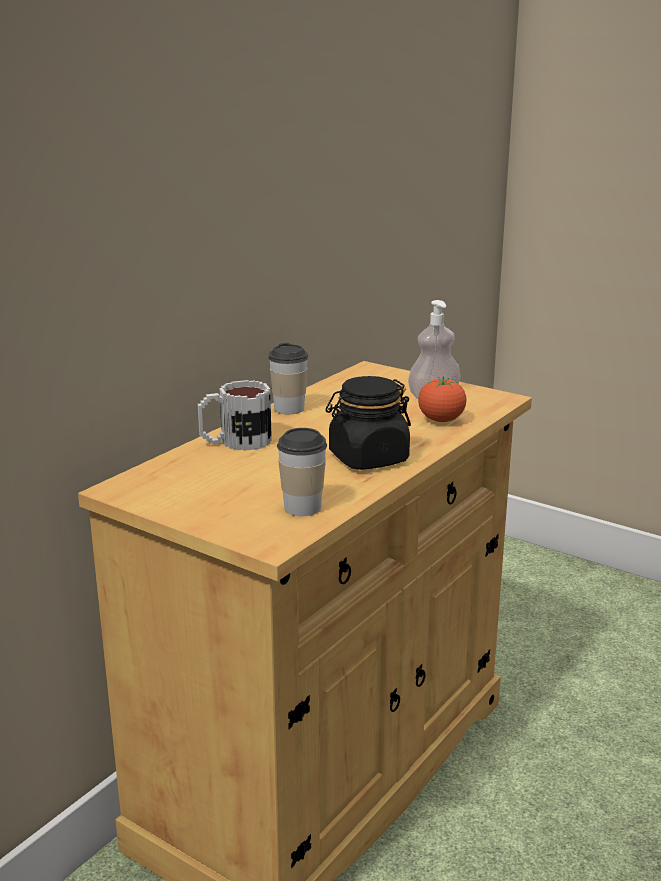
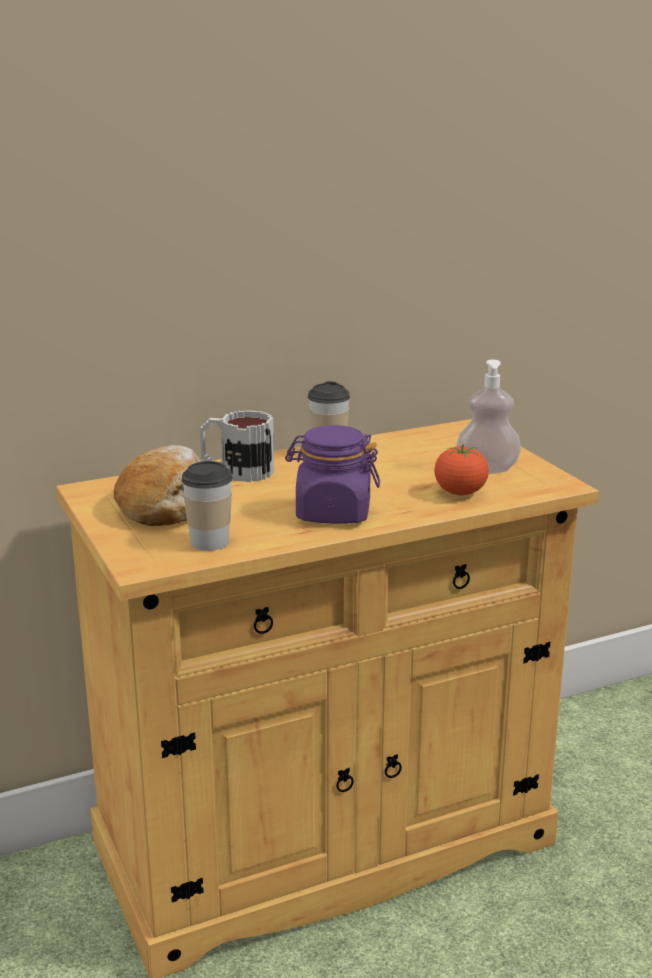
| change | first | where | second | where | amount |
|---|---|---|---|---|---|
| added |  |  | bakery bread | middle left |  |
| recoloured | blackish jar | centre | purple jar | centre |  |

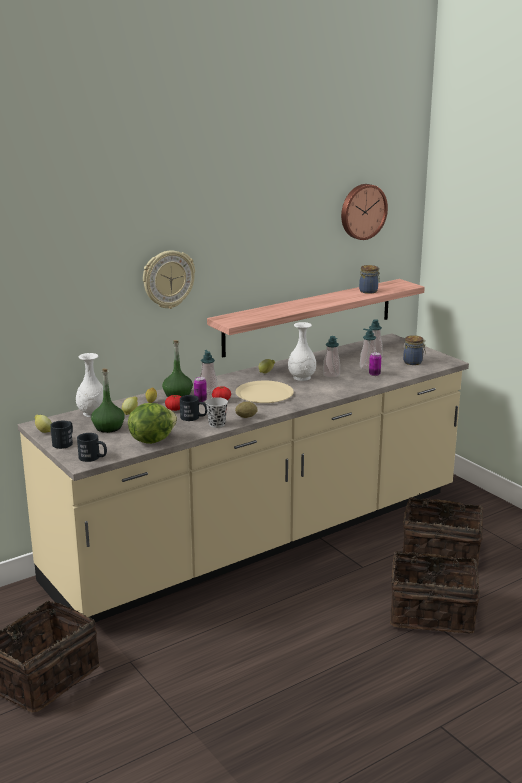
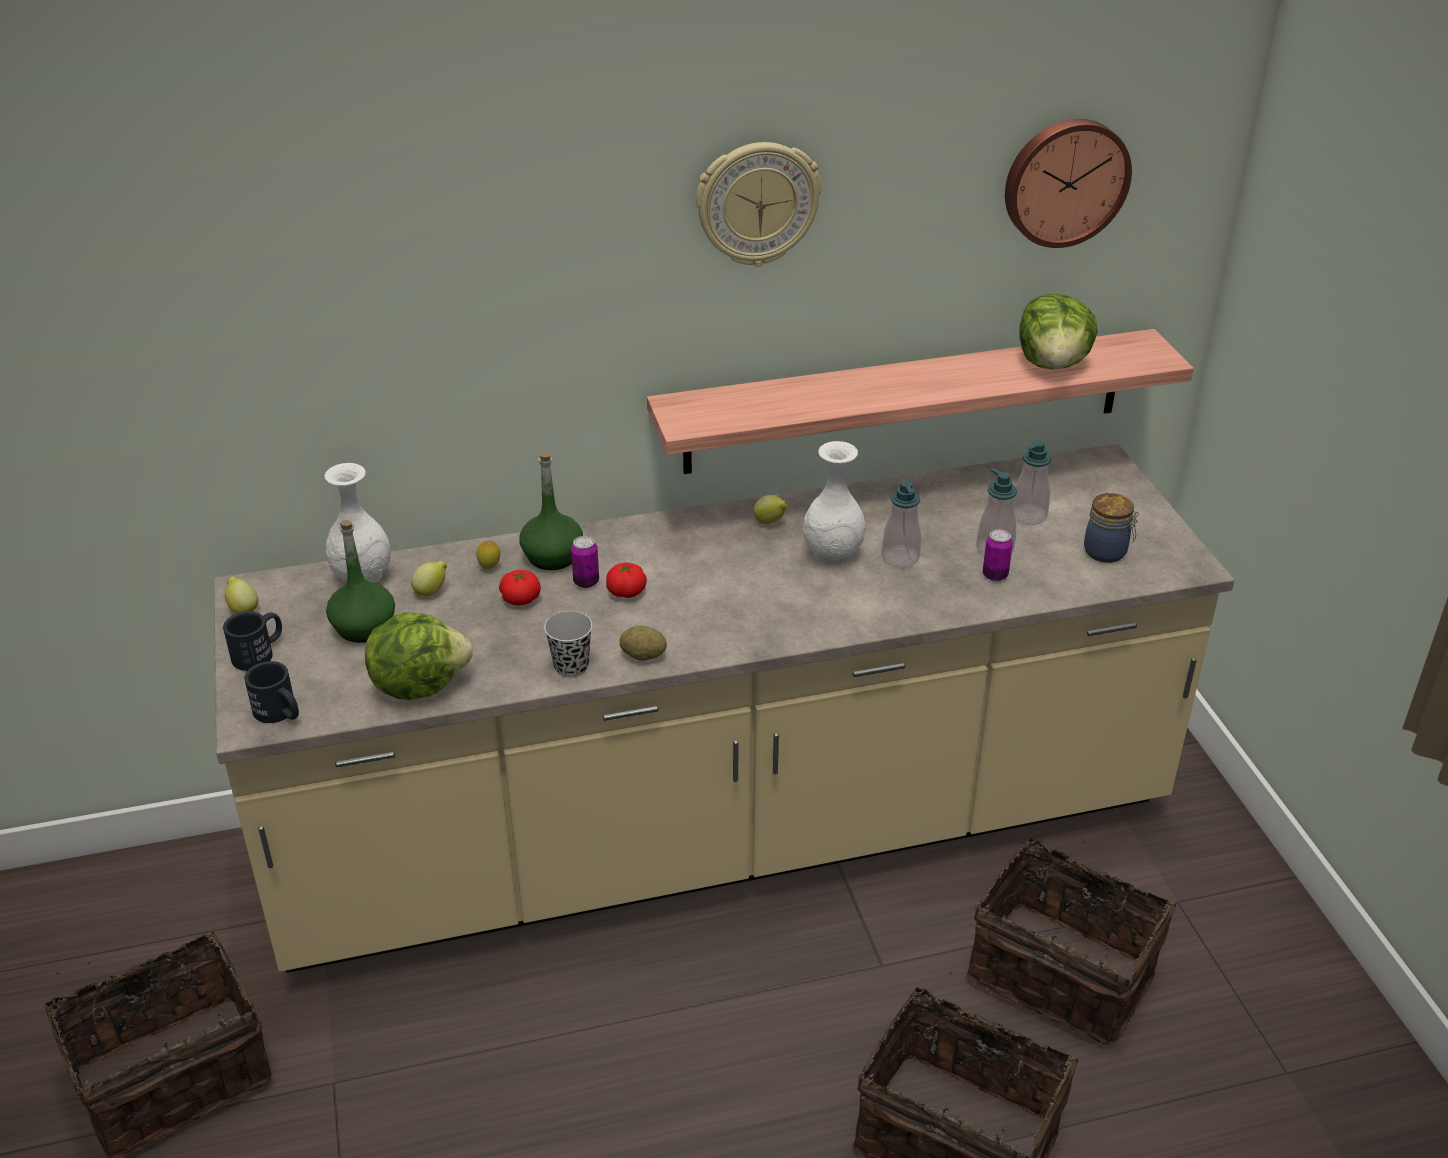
| change | first | where | second | where | amount |
|---|---|---|---|---|---|
| moved | clock on the wall (1st from left) | middle left |  | top centre |  |
| replaced | jar (1st from left) | middle right | head of lettuce (2nd from left) | top right |  |
| removed | blackish coffee mug (3rd from left) | centre |  |  |  |
| removed | liquid soap bottle (1st from left) | centre |  |  |  |
| removed | sand-coloured flat dish | centre |  |  |  |

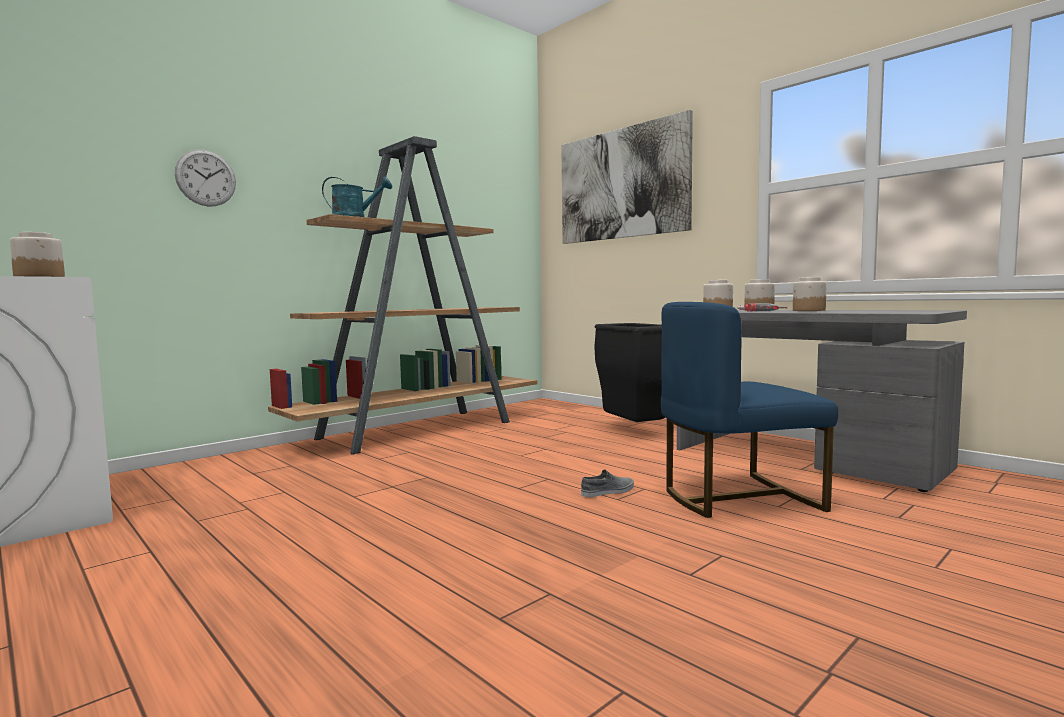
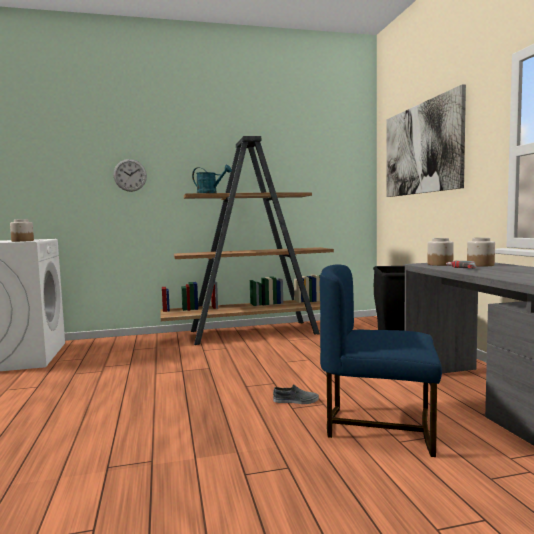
| change | first | where | second | where | amount |
|---|---|---|---|---|---|
| removed | jar (4th from left) | middle right |  |  |  |

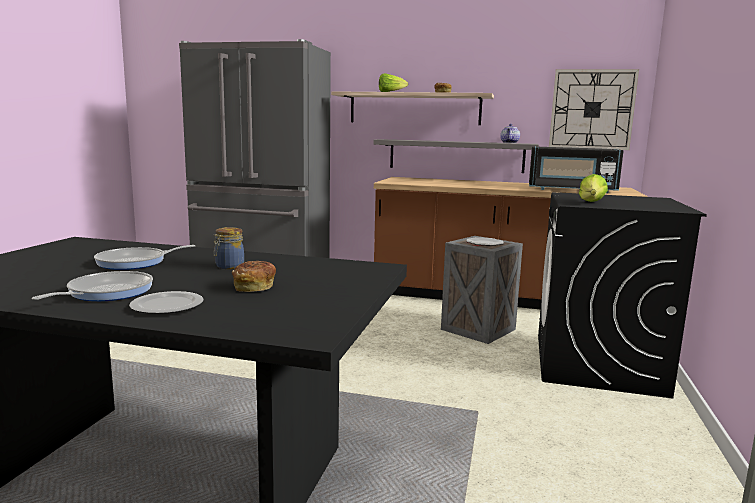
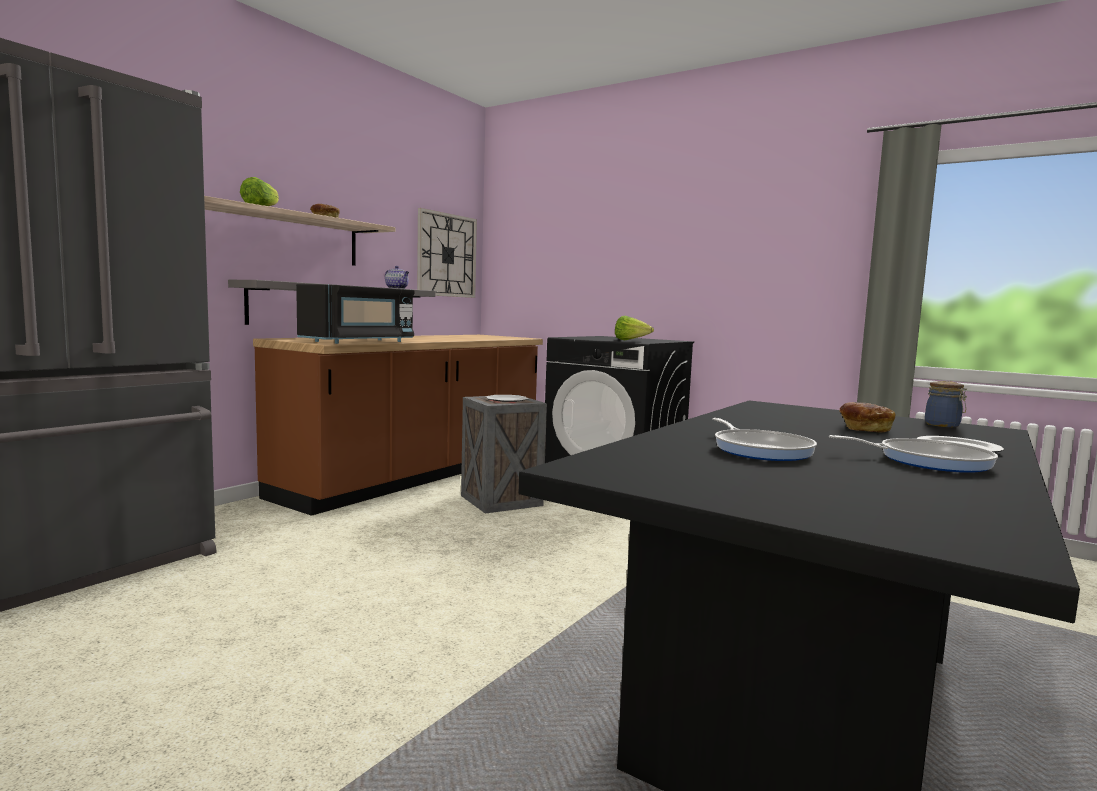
| change | first | where | second | where | amount |
|---|---|---|---|---|---|
| moved | blackish microwave | middle right |  | middle left |  |
| turned | frying pan (1st from left in the first image) | middle left | frying pan (2nd from left) | middle right | 150 degrees clockwise |
| moved | jar | middle left |  | middle right |  |

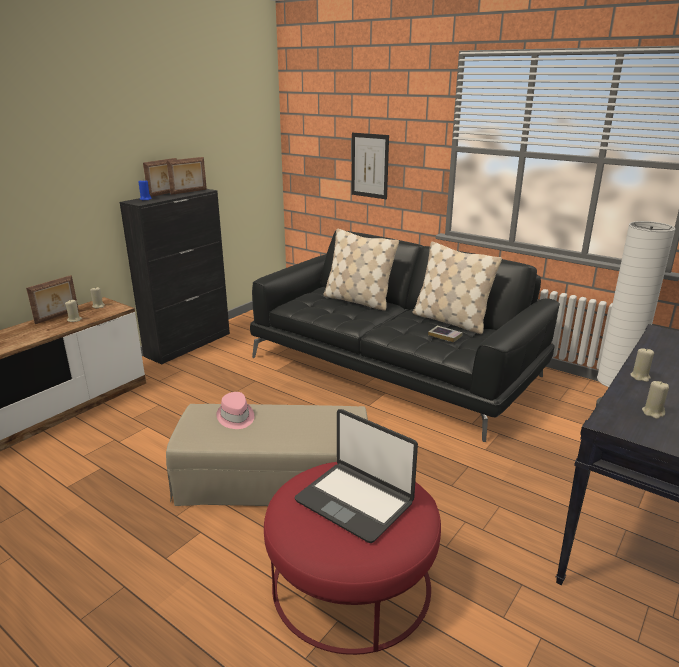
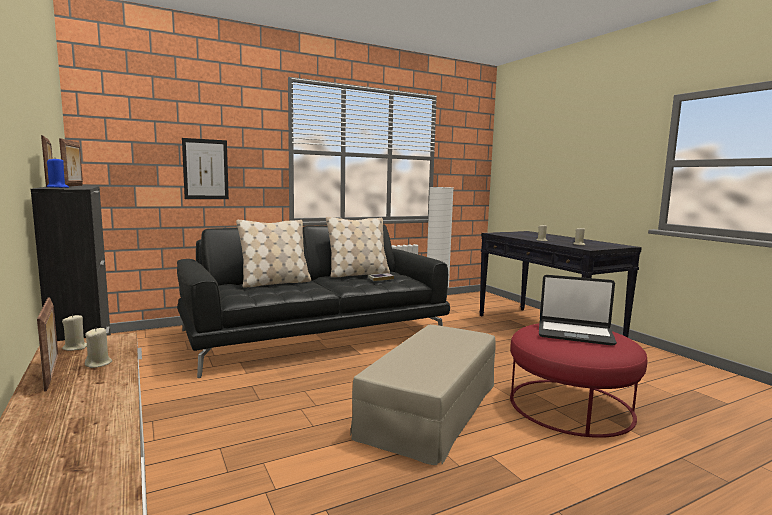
| change | first | where | second | where | amount |
|---|---|---|---|---|---|
| turned | laptop | bottom centre |  | middle right | 45 degrees clockwise |
| removed | pink-coloured hat | centre |  |  |  |

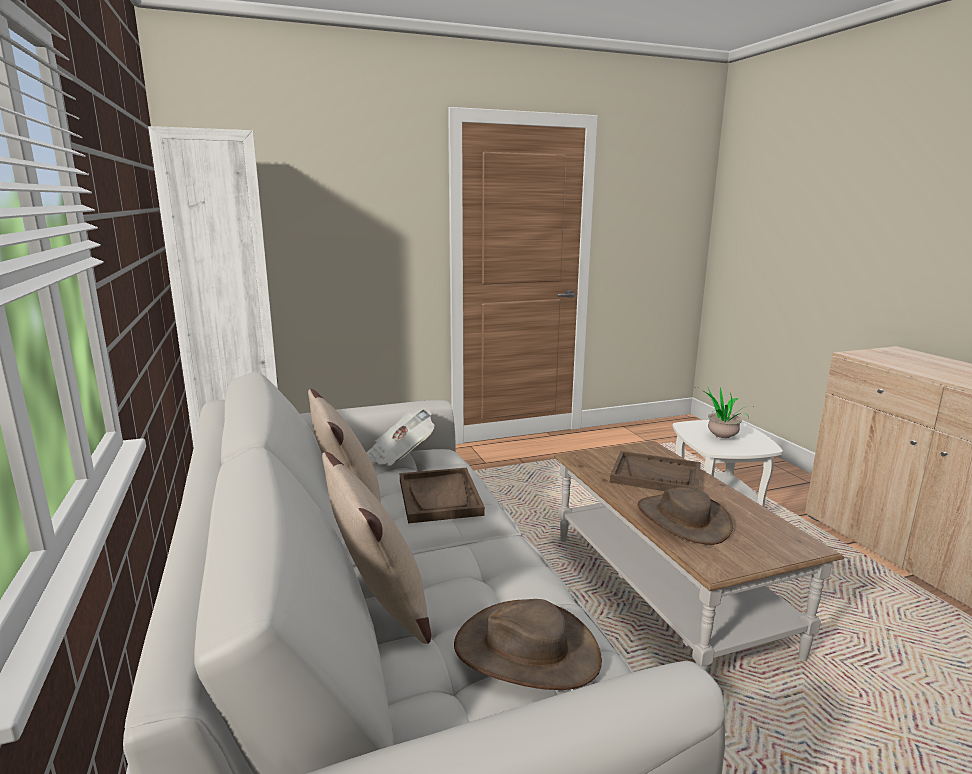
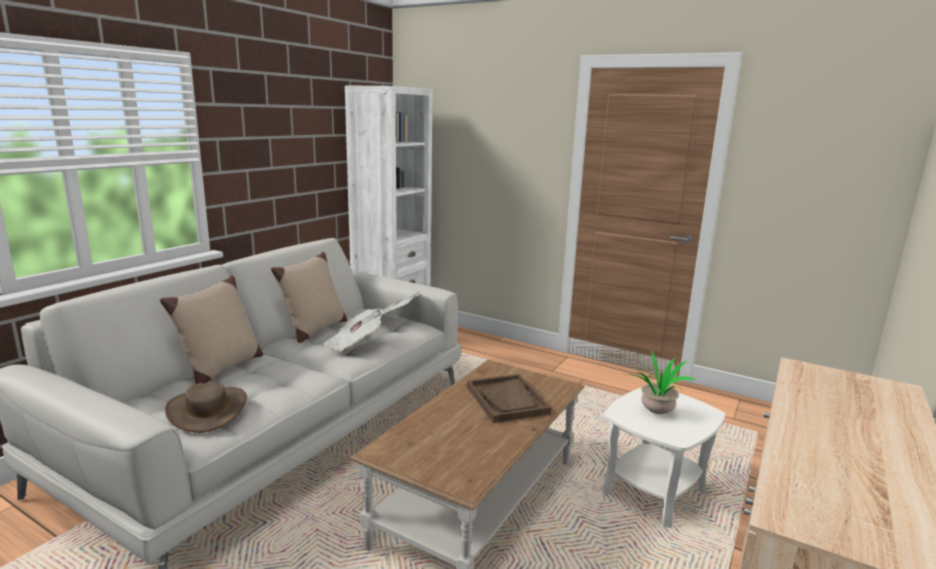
| change | first | where | second | where | amount |
|---|---|---|---|---|---|
| replaced | brown serving tray (1st from left) | centre | newspaper (1st from left) | centre |  |
| removed | brown hat (2nd from left) | bottom right |  |  |  |

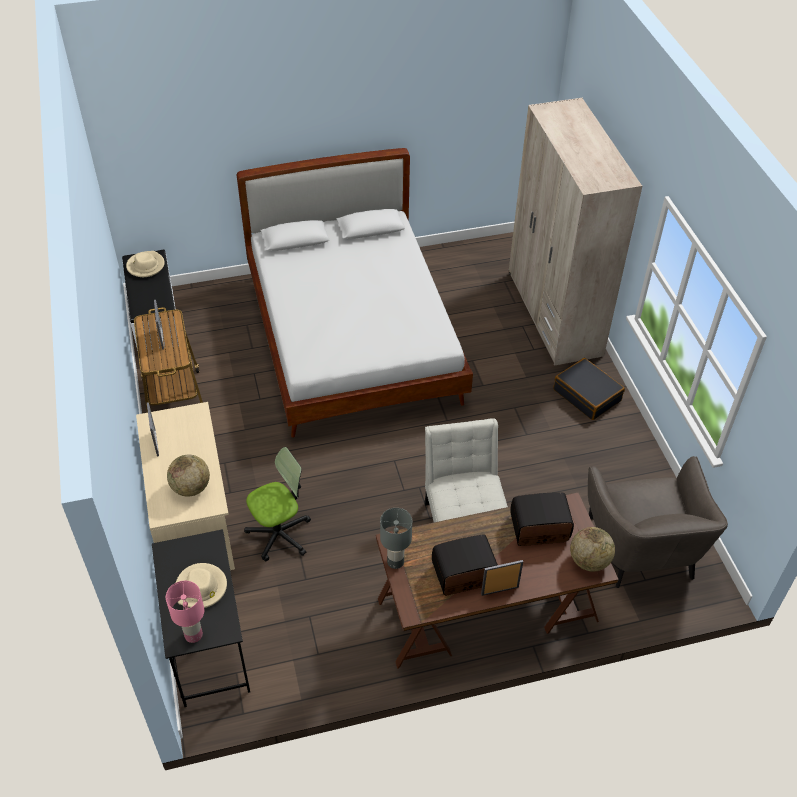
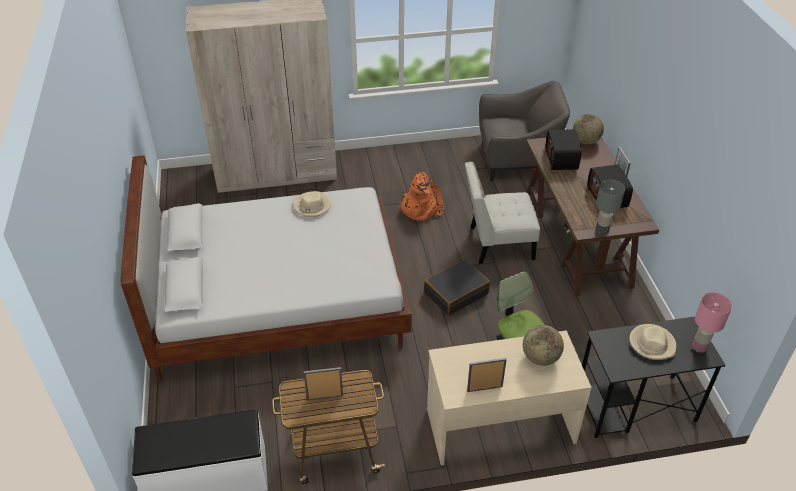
| change | first | where | second | where | amount |
|---|---|---|---|---|---|
| moved | sand-coloured hat (1st from left) | top left |  | centre |  |
| added |  |  | orange-coloured rucksack | centre |  |
| moved | blackish travel case | middle right |  | centre |  |

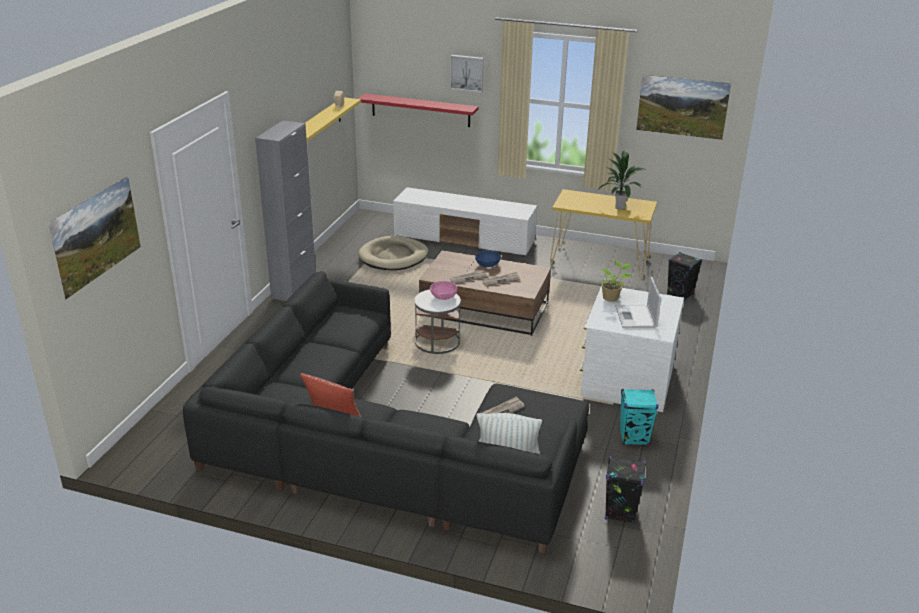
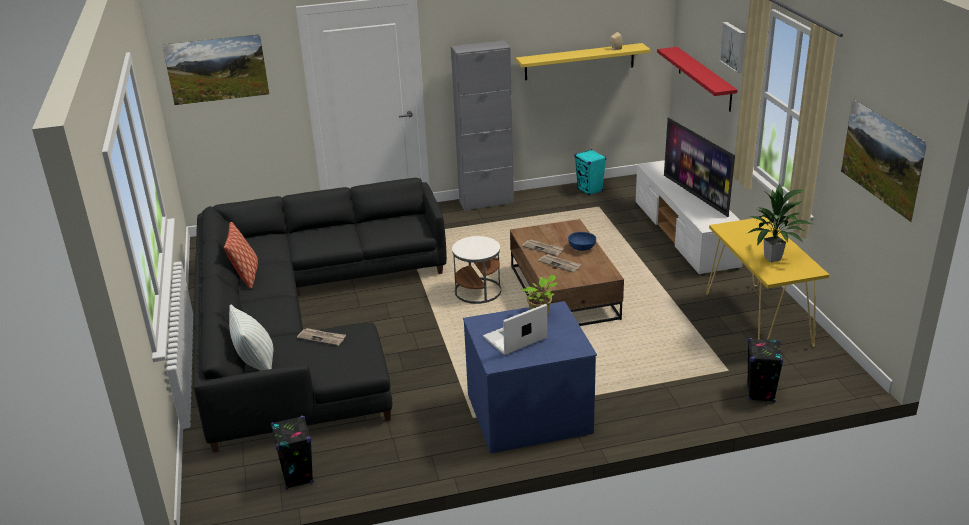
| change | first | where | second | where | amount |
|---|---|---|---|---|---|
| recoloured | white dresser | middle right | bluish dresser | bottom centre |  |
| moved | turquoise audio speaker | bottom right |  | top centre |  |
| added |  |  | TV set | top right |  |
| removed | sand-coloured dog cushion | centre |  |  |  |
| removed | pink-coloured bowl | centre |  |  |  |

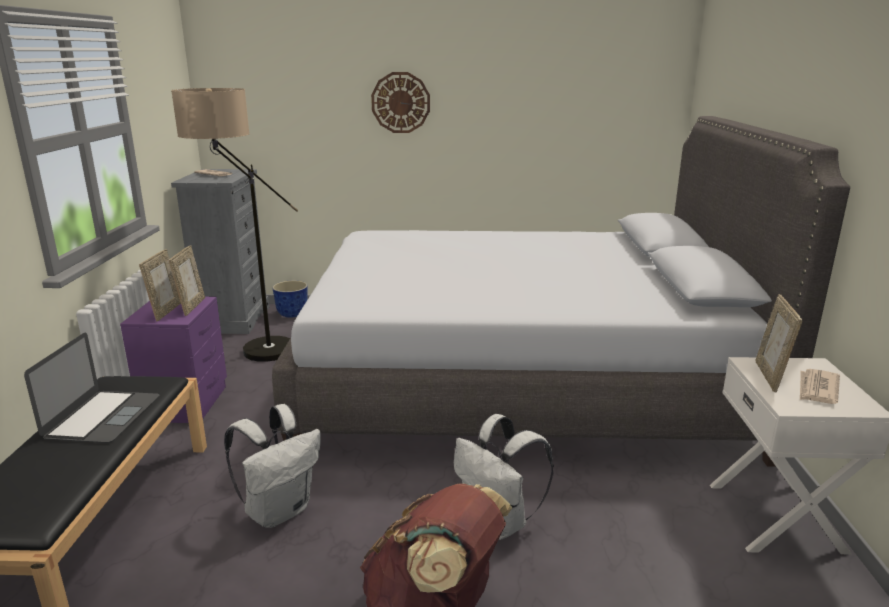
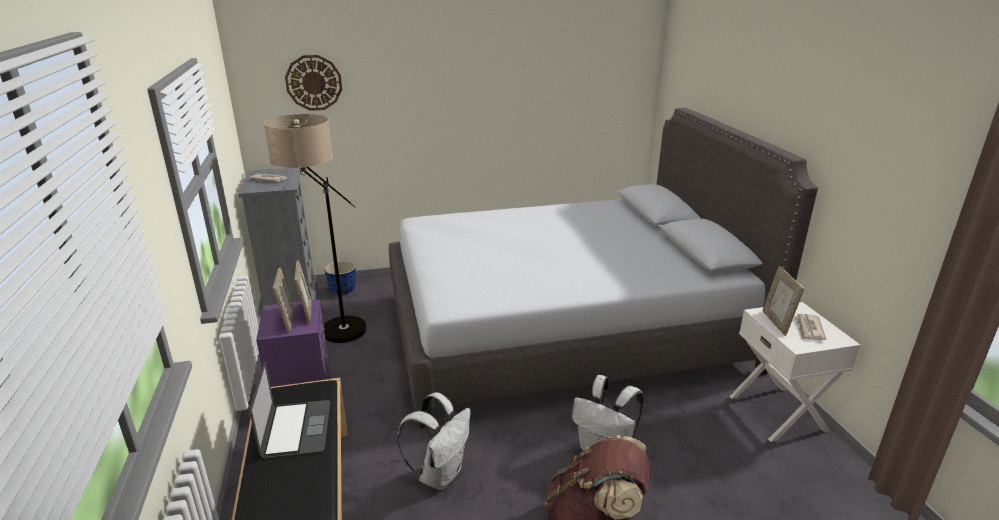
| change | first | where | second | where | amount |
|---|---|---|---|---|---|
| moved | clock on the wall | top centre |  | top left |  |

